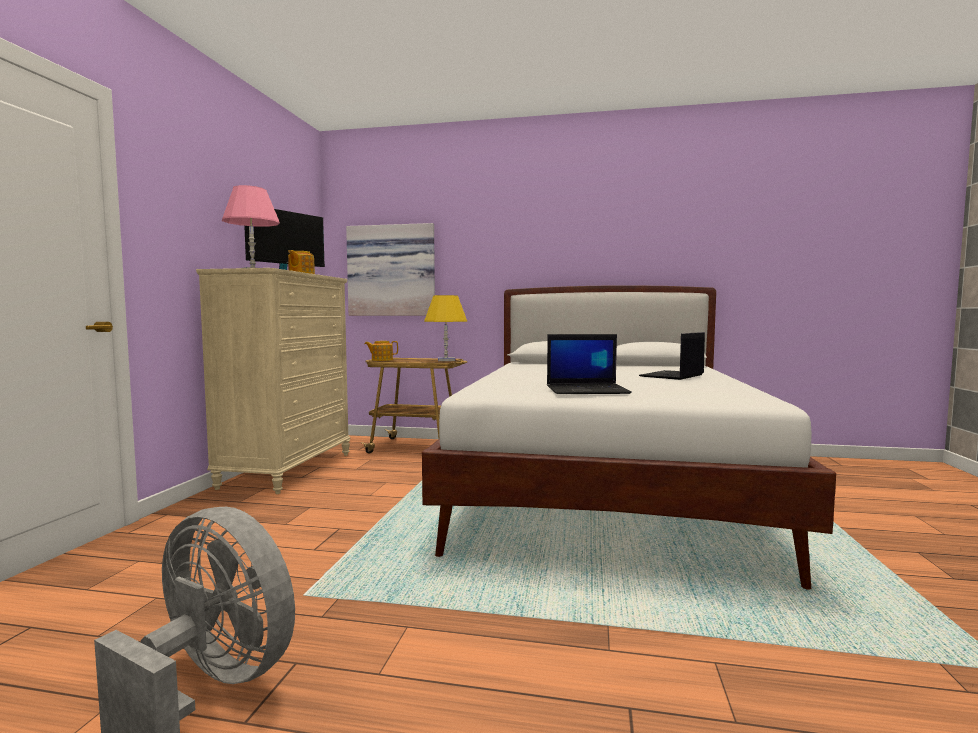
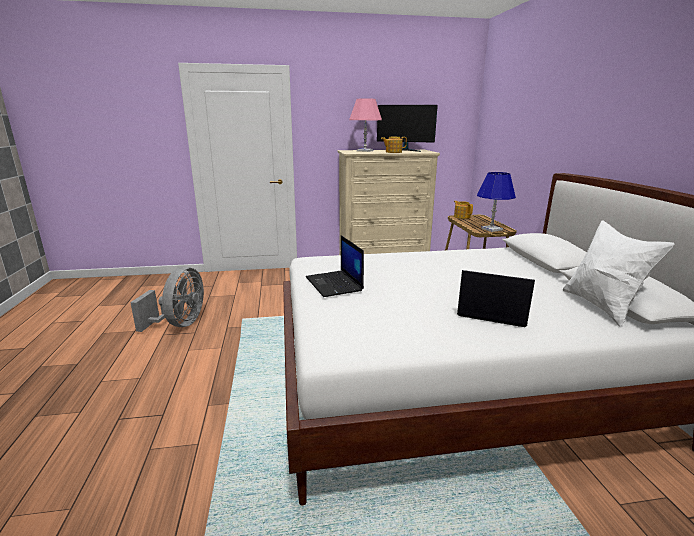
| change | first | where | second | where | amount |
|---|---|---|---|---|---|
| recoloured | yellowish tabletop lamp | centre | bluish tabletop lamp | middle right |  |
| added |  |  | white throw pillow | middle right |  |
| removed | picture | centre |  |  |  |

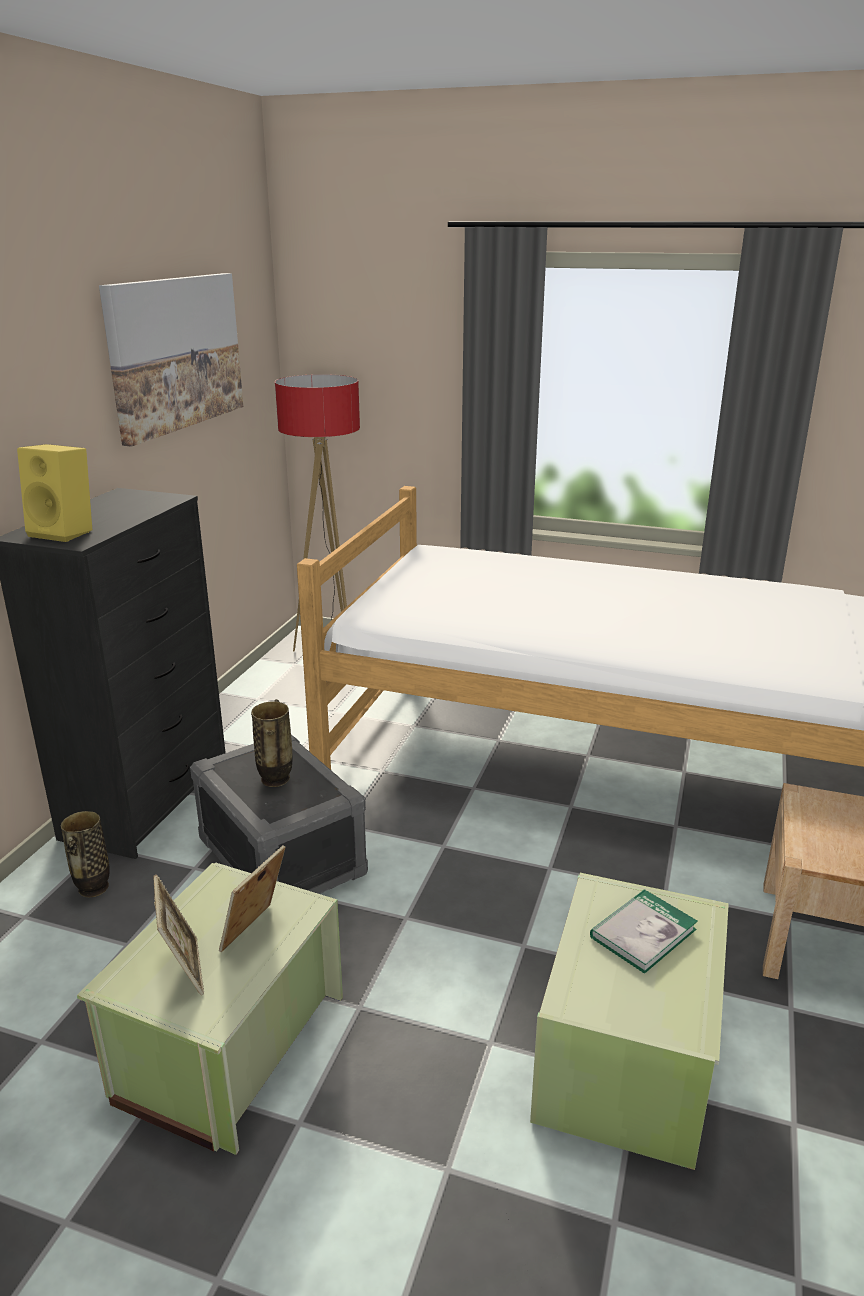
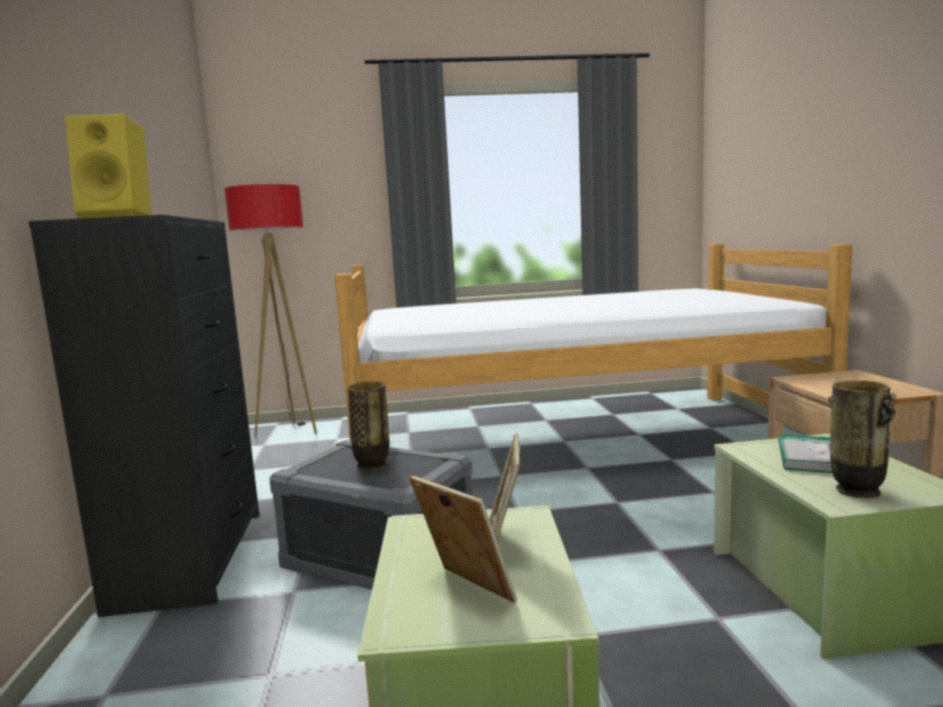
| change | first | where | second | where | amount |
|---|---|---|---|---|---|
| moved | flower vase (1st from left in the first image) | middle left | flower vase (2nd from left) | middle right |  |
| removed | picture | top left |  |  |  |

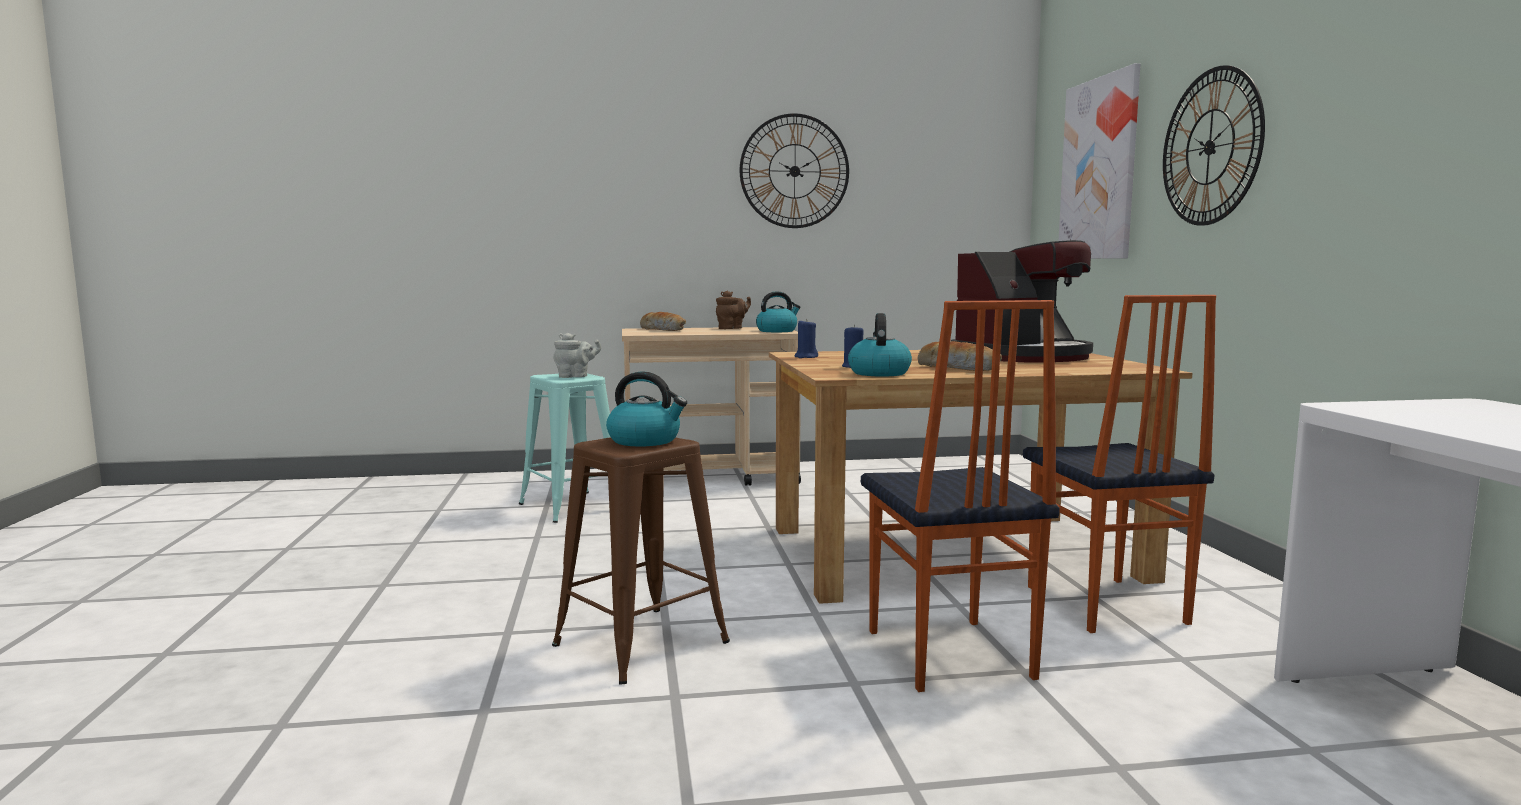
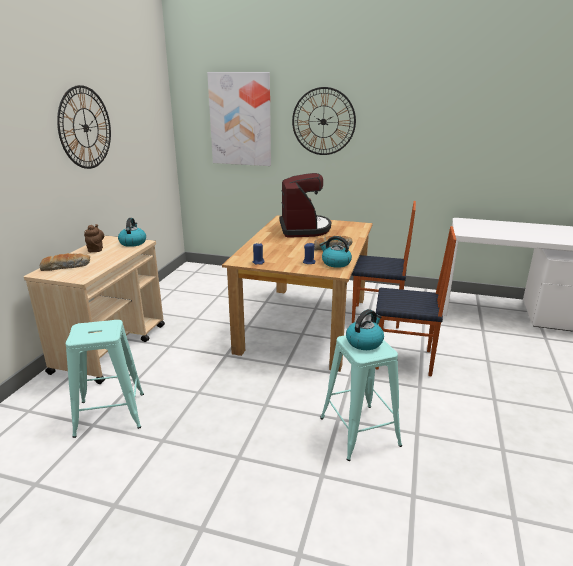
| change | first | where | second | where | amount |
|---|---|---|---|---|---|
| recoloured | brown stool | bottom centre | turquoise stool (2nd from left) | bottom centre |  |
| removed | grey tea pot | centre |  |  |  |

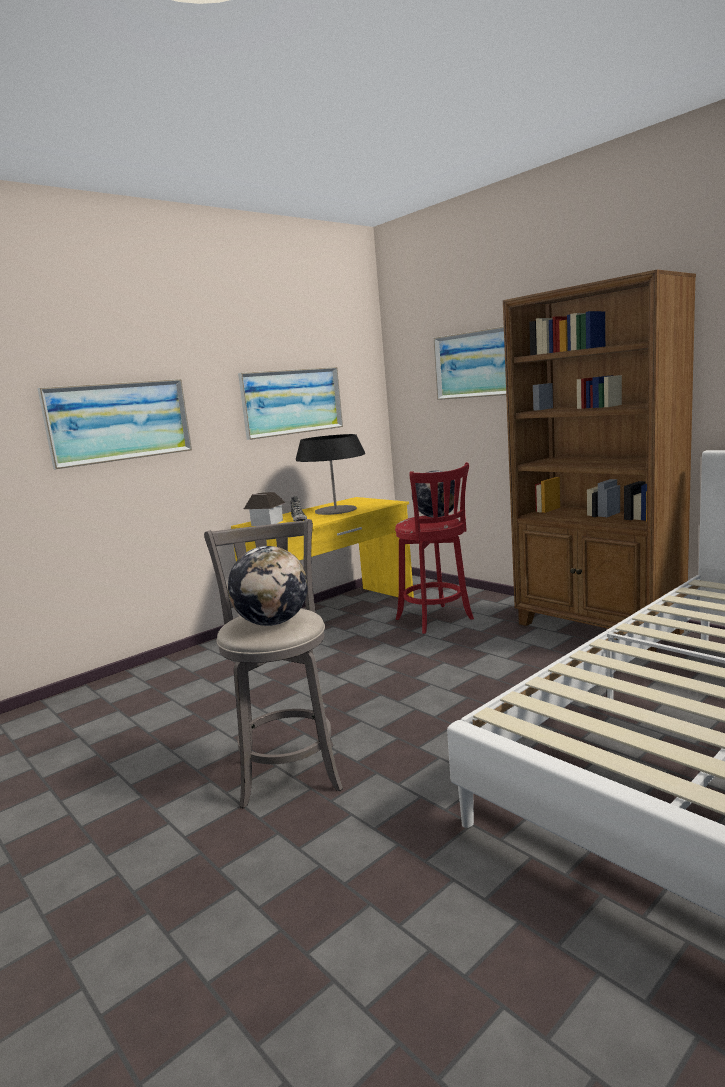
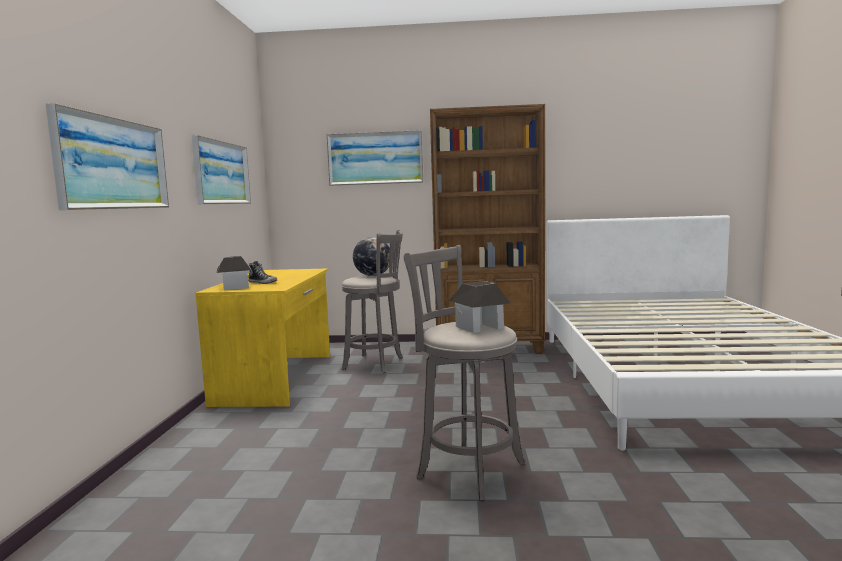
| change | first | where | second | where | amount |
|---|---|---|---|---|---|
| recoloured | red stool | centre | grey stool (1st from left) | centre |  |
| replaced | world globe (1st from left) | centre | miniature house (2nd from left) | centre |  |
| removed | tabletop lamp | centre |  |  |  |

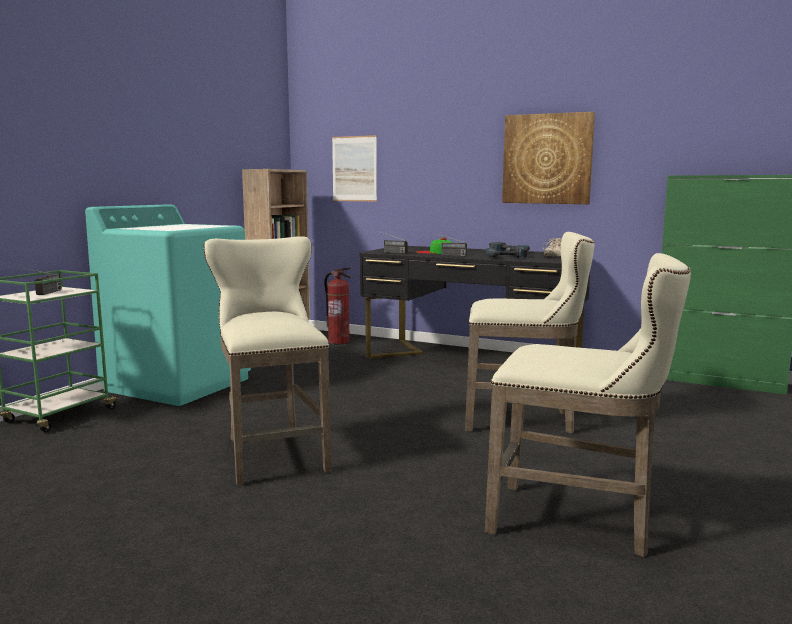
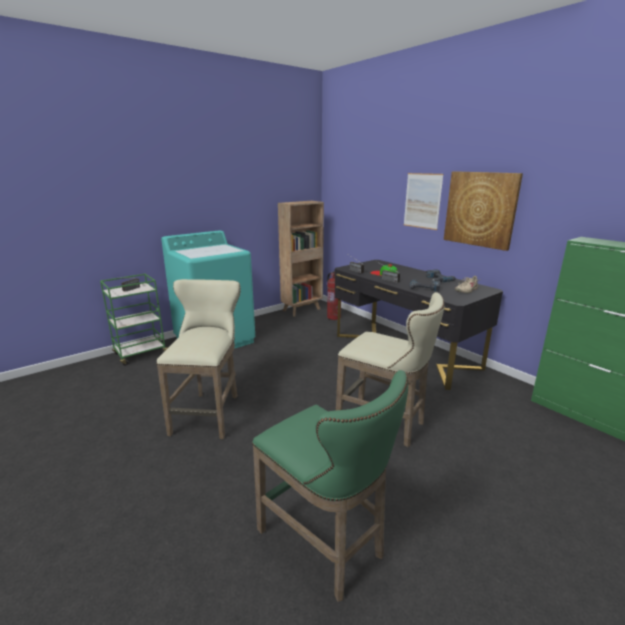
| change | first | where | second | where | amount |
|---|---|---|---|---|---|
| recoloured | sand-coloured stool (3rd from left) | middle right | green stool | bottom centre |  |
| moved | picture (1st from left) | top centre |  | top right |  |

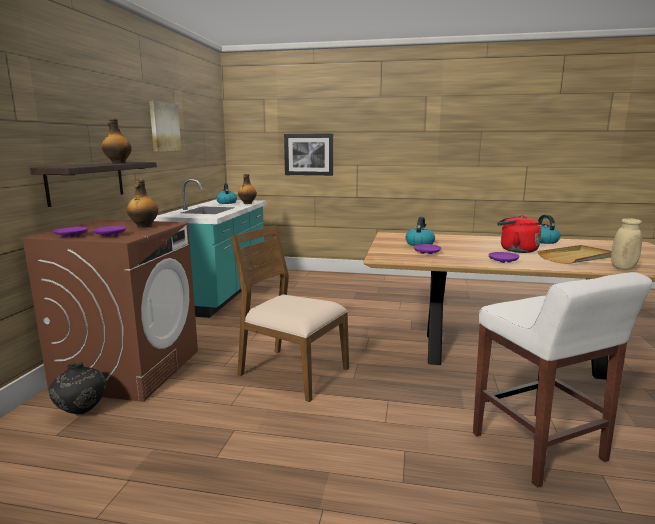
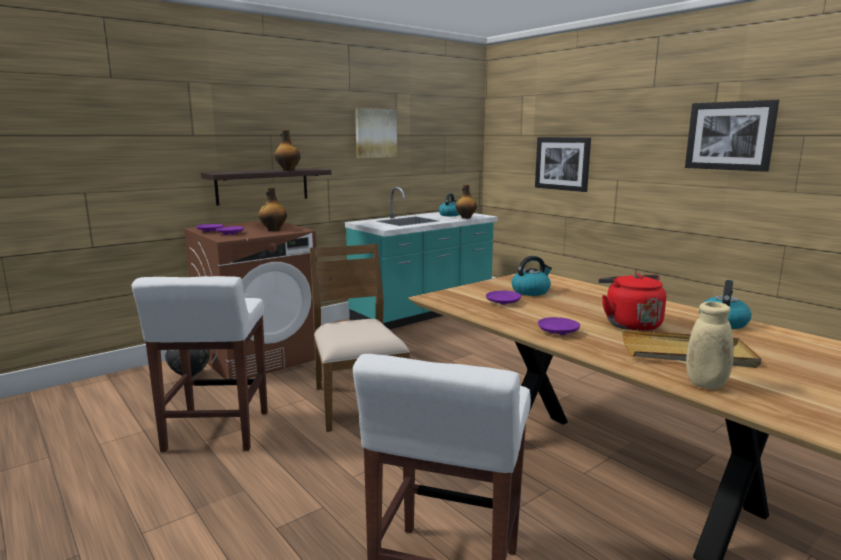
| change | first | where | second | where | amount |
|---|---|---|---|---|---|
| added |  |  | white stool (1st from left) | middle left |  |
| added |  |  | picture (3rd from left) | top right |  |

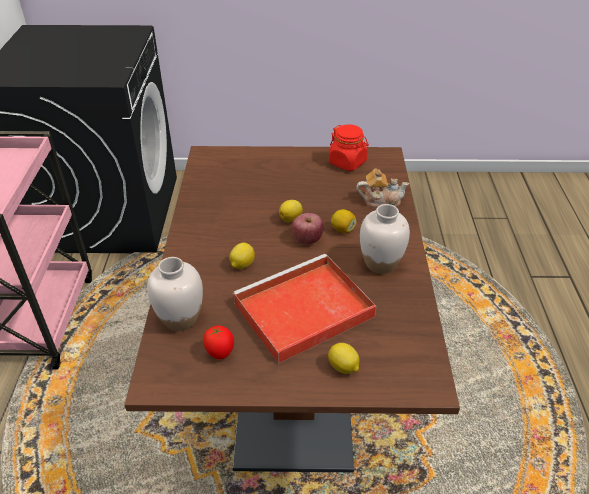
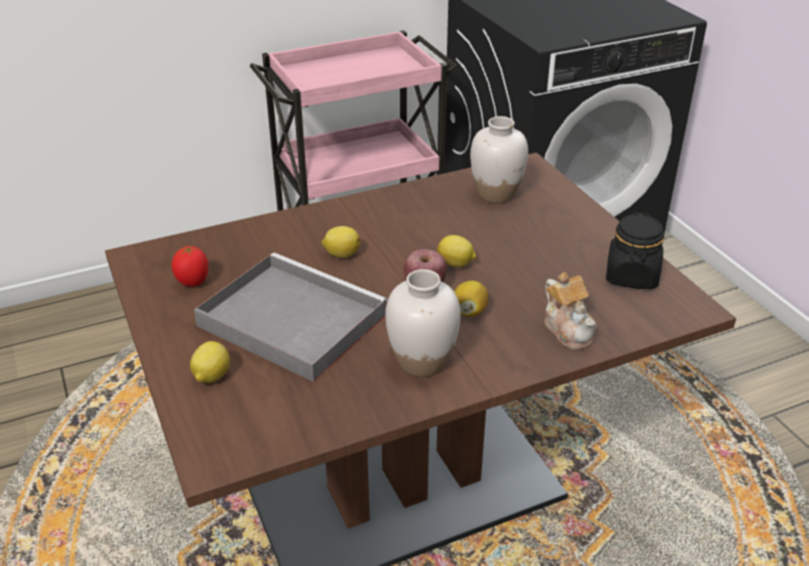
| change | first | where | second | where | amount |
|---|---|---|---|---|---|
| recoloured | red serving tray | centre | grey serving tray | centre |  |
| moved | white flower vase (1st from left in the first image) | middle left | white flower vase (2nd from left) | top centre |  |
| recoloured | red jar | top centre | blackish jar | middle right |  |

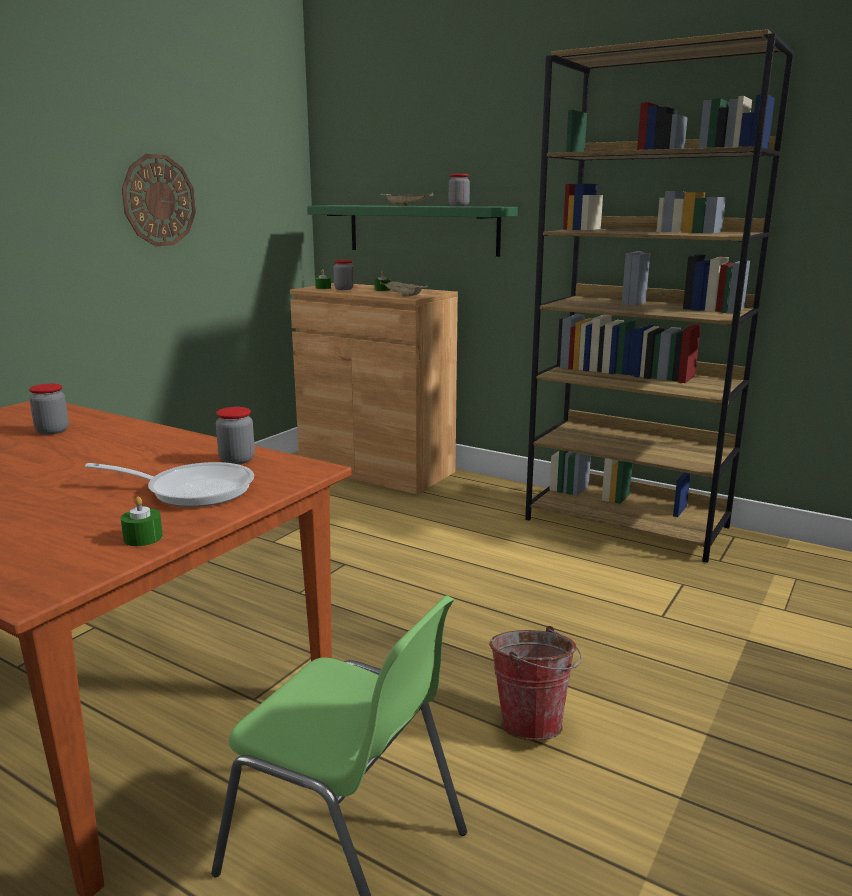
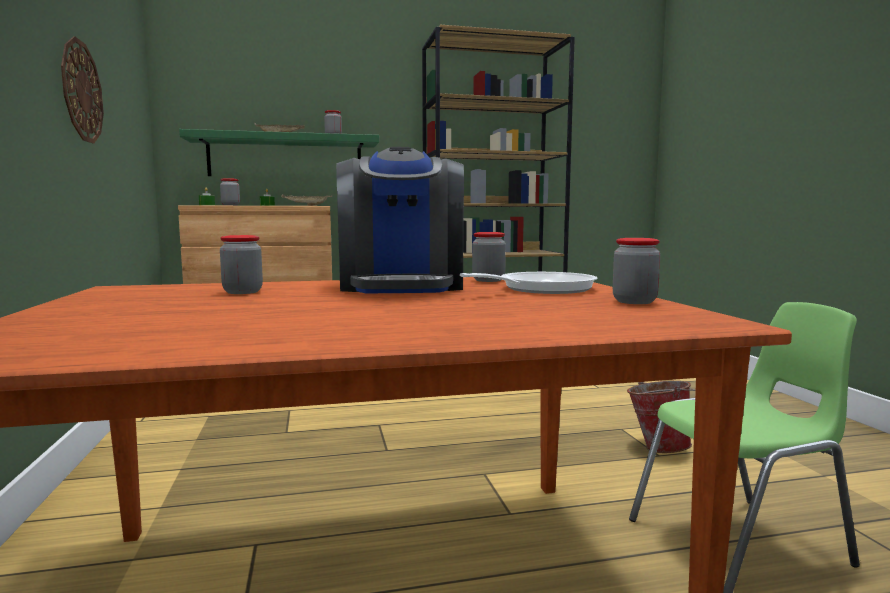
| change | first | where | second | where | amount |
|---|---|---|---|---|---|
| added |  |  | coffee brewer | centre |  |
| replaced | green candle (1st from left) | middle left | jar (5th from left) | middle right |  |

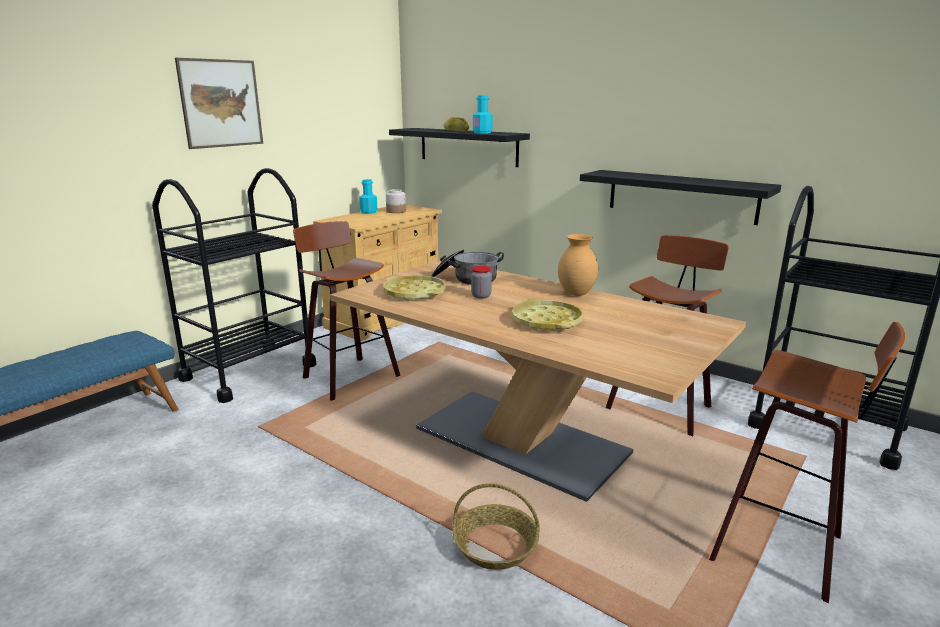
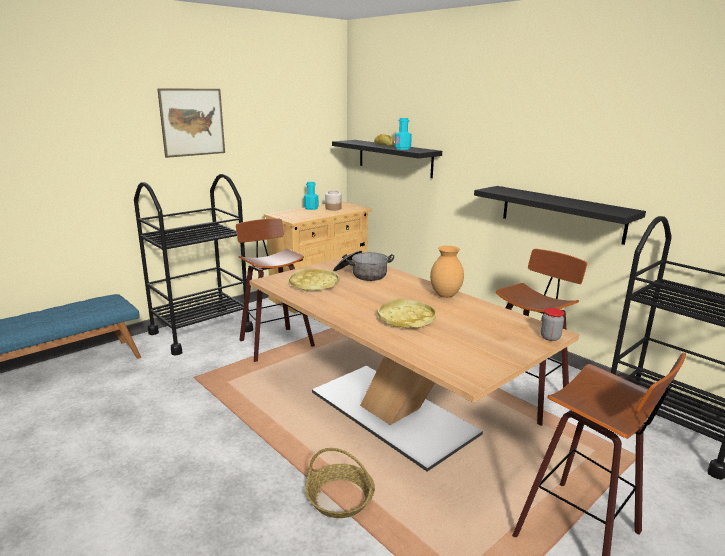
| change | first | where | second | where | amount |
|---|---|---|---|---|---|
| moved | jar (2nd from left) | centre |  | middle right |  |

